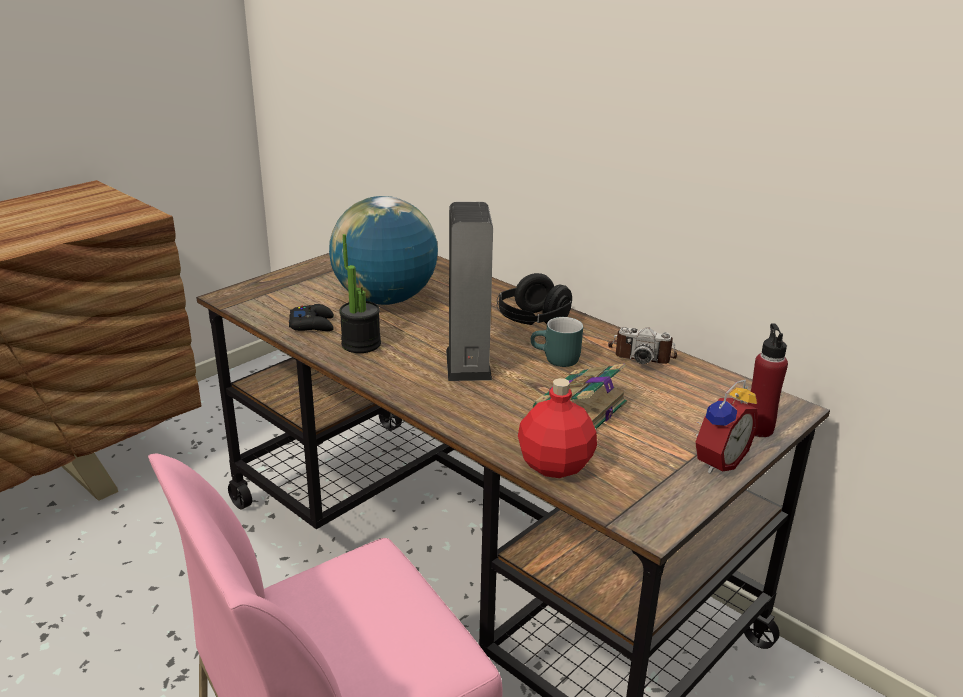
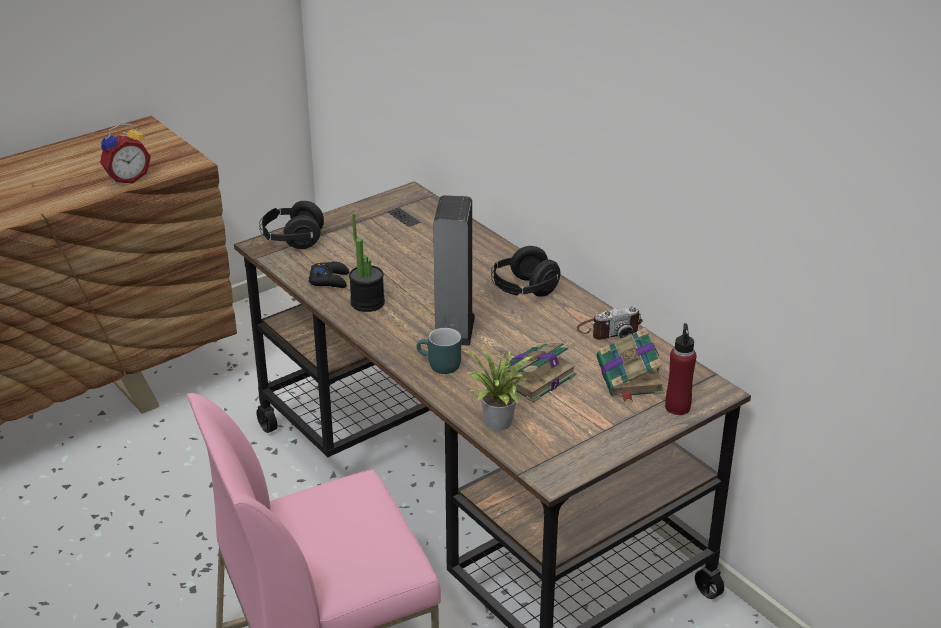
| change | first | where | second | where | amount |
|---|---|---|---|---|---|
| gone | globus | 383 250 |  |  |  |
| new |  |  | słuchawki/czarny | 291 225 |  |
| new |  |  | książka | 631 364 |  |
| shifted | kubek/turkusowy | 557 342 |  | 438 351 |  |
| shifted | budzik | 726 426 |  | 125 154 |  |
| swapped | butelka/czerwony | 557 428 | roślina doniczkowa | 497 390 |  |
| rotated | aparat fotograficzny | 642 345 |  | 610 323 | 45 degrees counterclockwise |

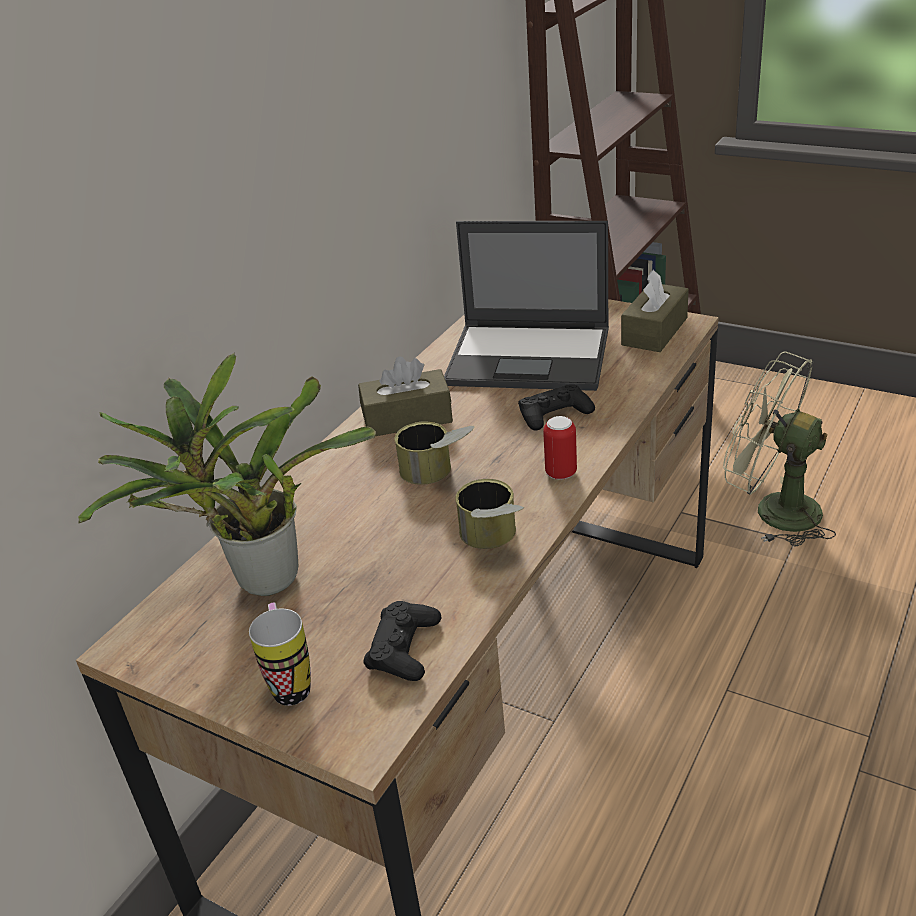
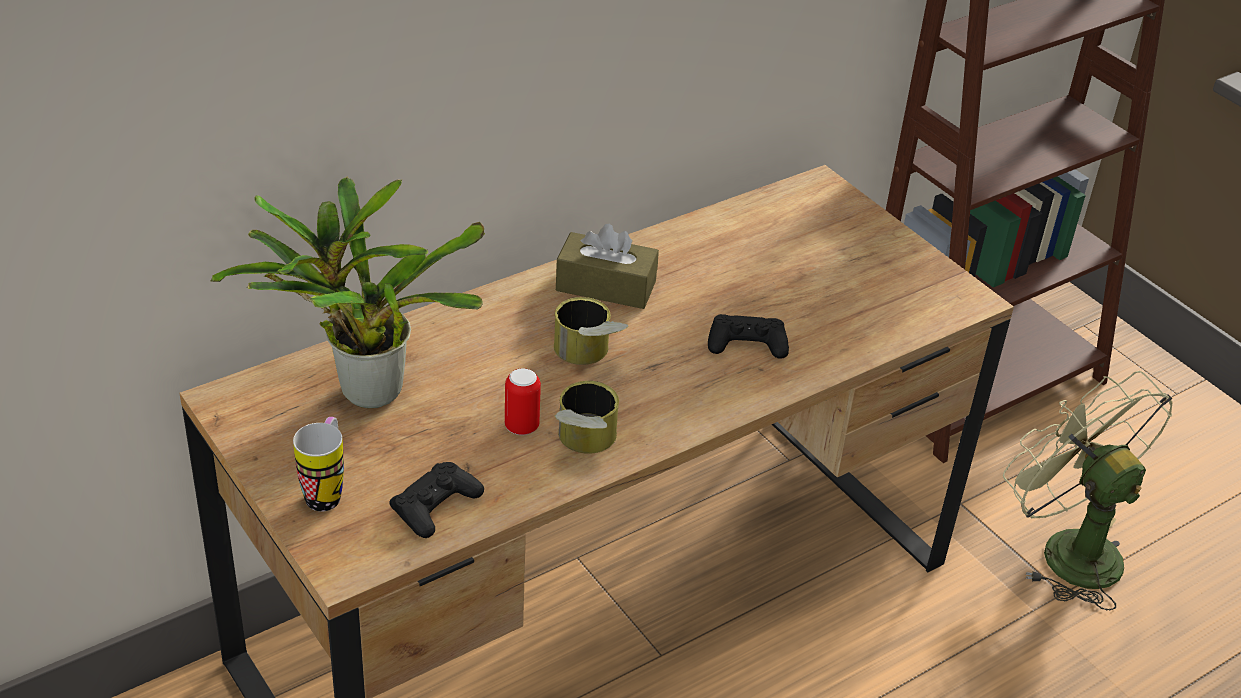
| change | first | where | second | where | amount |
|---|---|---|---|---|---|
| gone | laptop | 526 306 |  |  |  |
| gone | pudełko chusteczek/brązowy | 655 310 |  |  |  |
| shifted | puszka | 560 448 |  | 523 401 |  |

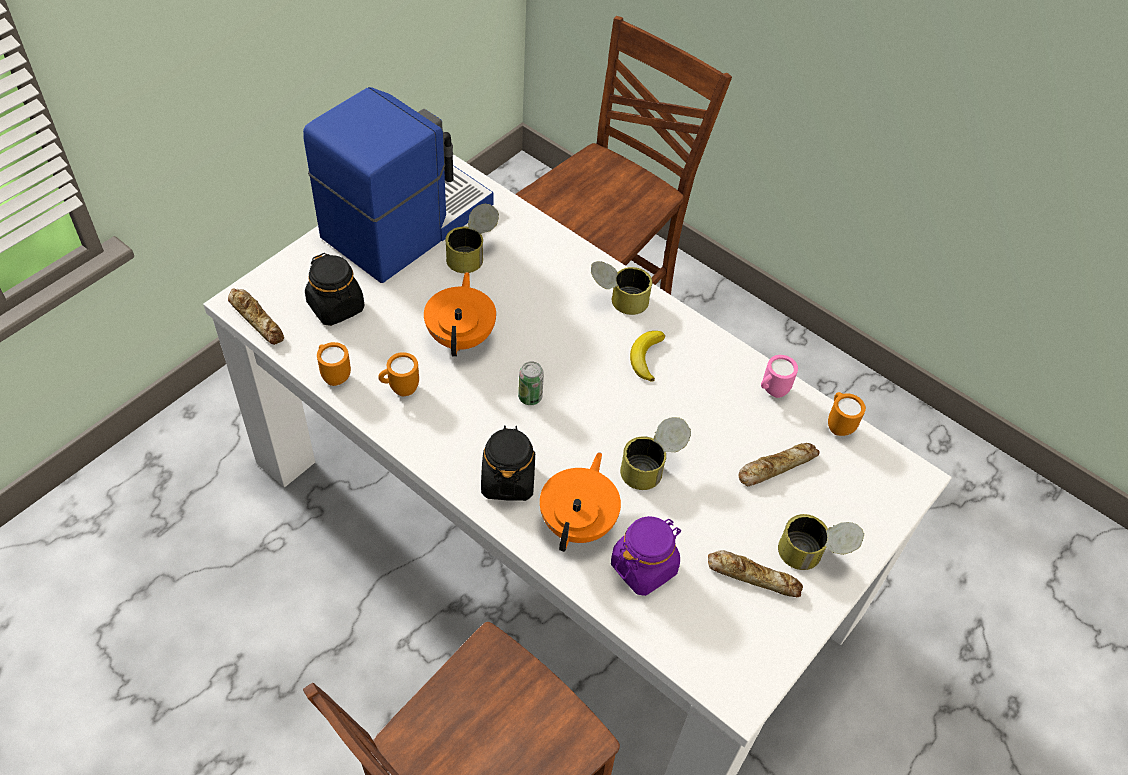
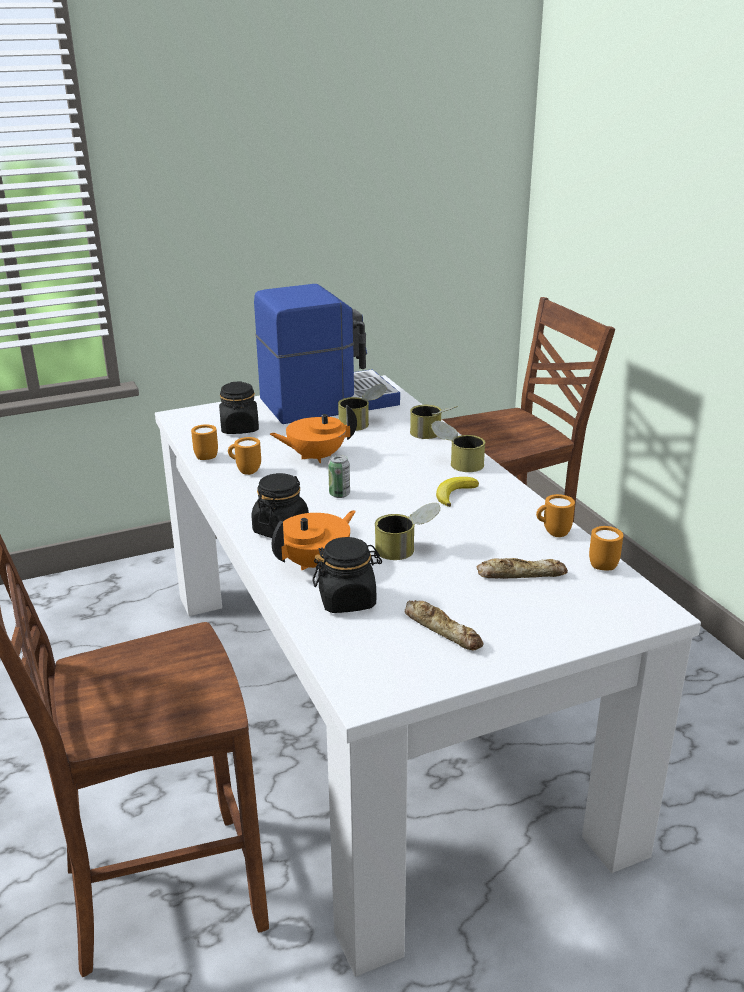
| change | first | where | second | where | amount |
|---|---|---|---|---|---|
| gone | chleb | 256 316 |  |  |  |
| shifted | puszka | 821 542 |  | 434 422 |  |
| repainted | słoik/fioletowy | 646 556 | słoik/czarny | 347 575 |  |
| repainted | kubek/różowy | 779 376 | kubek/pomarańczowy | 555 515 |  |
| rotated | imbryk/pomarańczowy | 460 314 |  | 313 434 | 135 degrees counterclockwise |

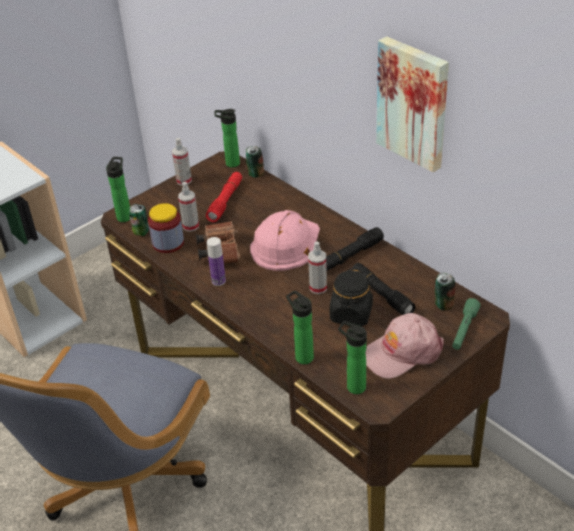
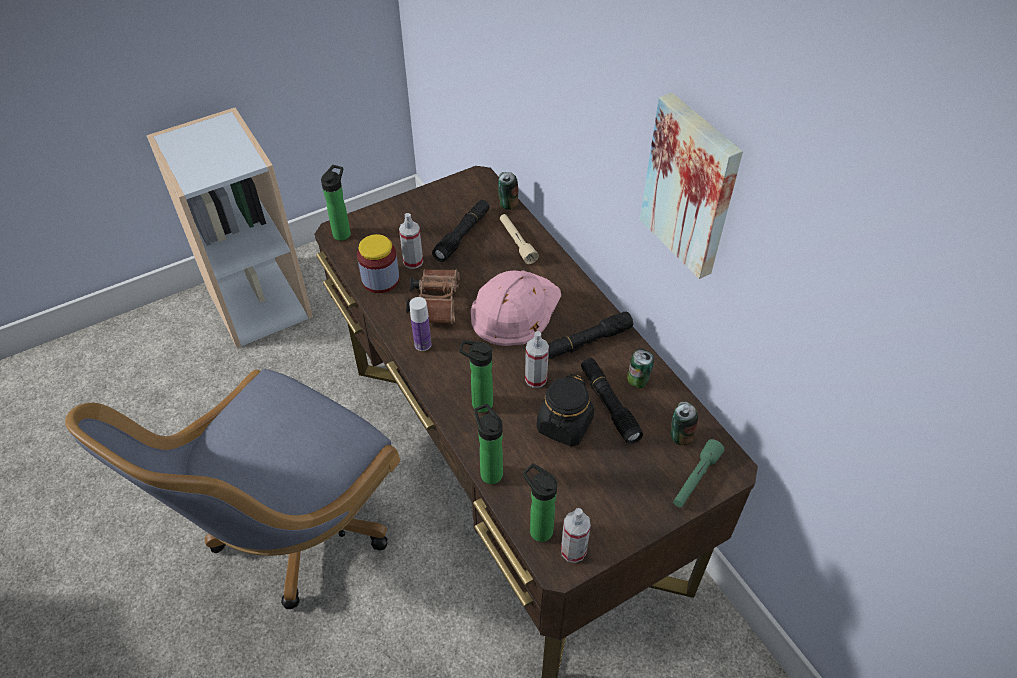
| change | first | where | second | where | amount |
|---|---|---|---|---|---|
| gone | czapka z daszkiem/różowy | 405 346 |  |  |  |
| new |  |  | latarka/beżowy | 519 239 |  |
| shifted | puszka | 139 220 |  | 640 368 |  |
| shifted | spryskiwacz | 182 161 |  | 576 535 |  |
| shifted | butelka | 227 138 |  | 476 376 |  |
| repainted | latarka/czerwony | 224 197 | latarka/czarny | 461 231 |  |

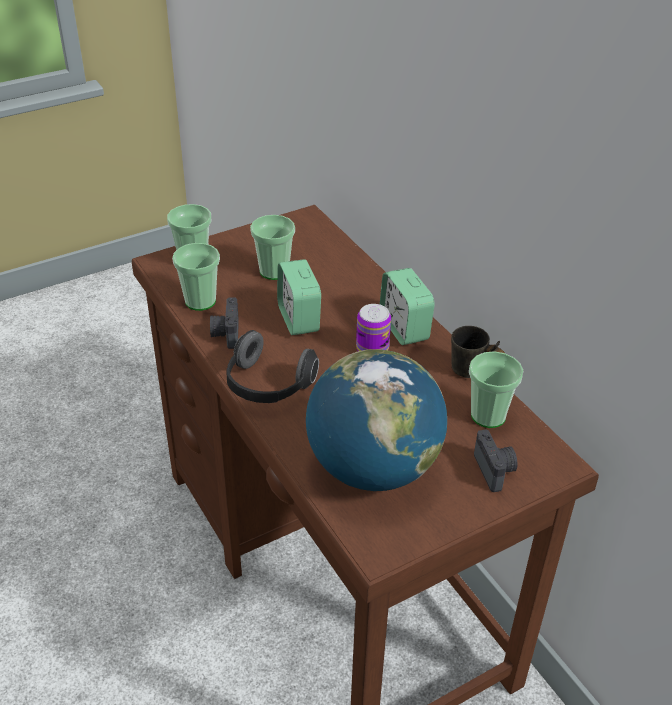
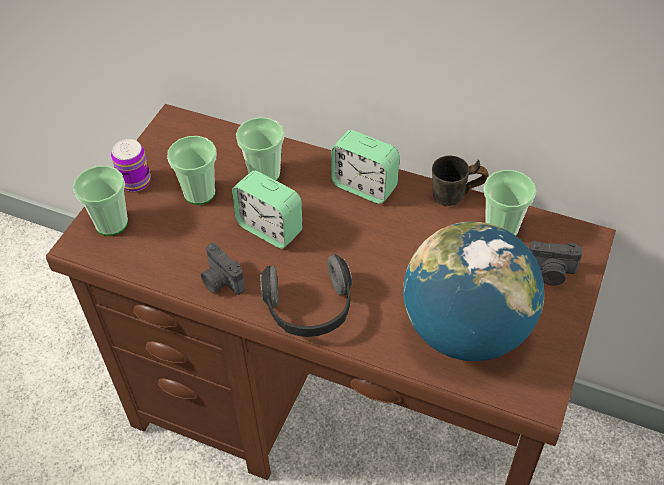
| change | first | where | second | where | amount |
|---|---|---|---|---|---|
| shifted | filiżanka | 196 277 |  | 260 149 |  |
| shifted | puszka | 373 327 |  | 131 165 |  |
| rotated | aparat fotograficzny | 496 460 |  | 555 263 | 150 degrees clockwise |

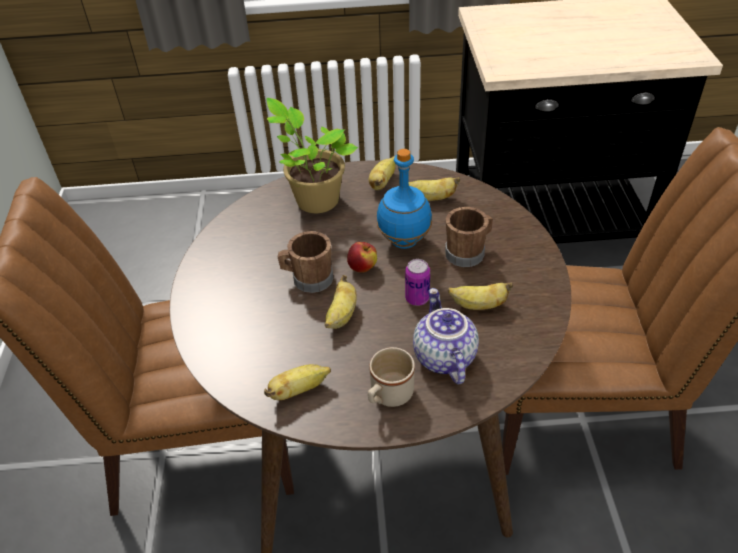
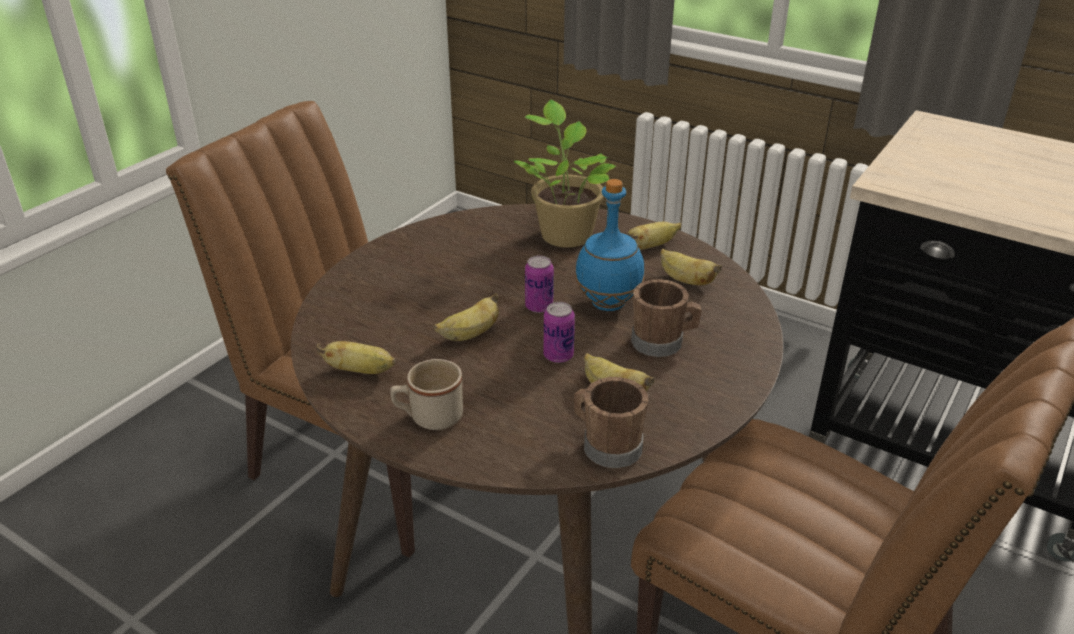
| change | first | where | second | where | amount |
|---|---|---|---|---|---|
| gone | imbryk | 446 336 |  |  |  |
| shifted | kubek/brązowy | 305 262 |  | 611 422 |  |
| swapped | jabłko | 362 257 | puszka | 539 284 |  |

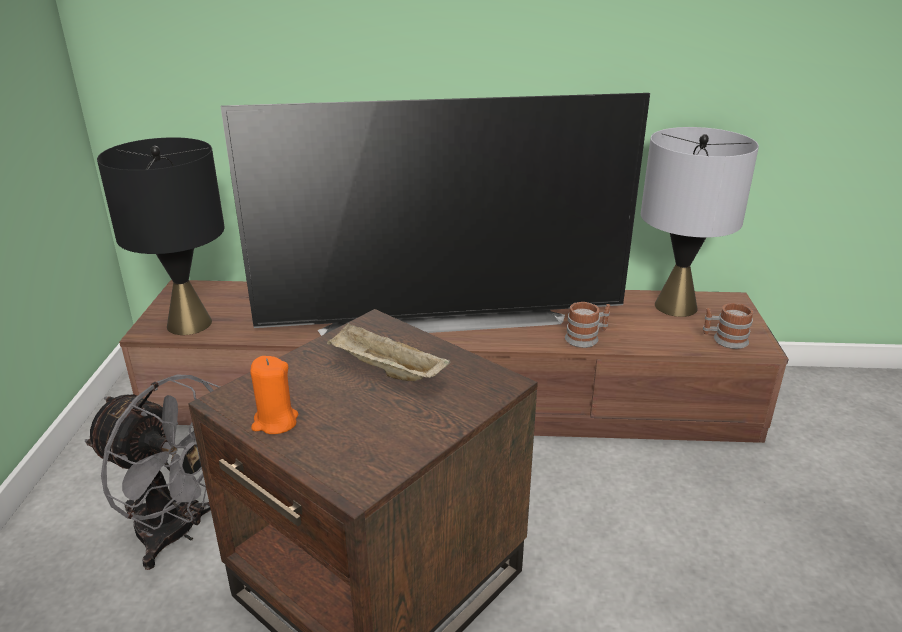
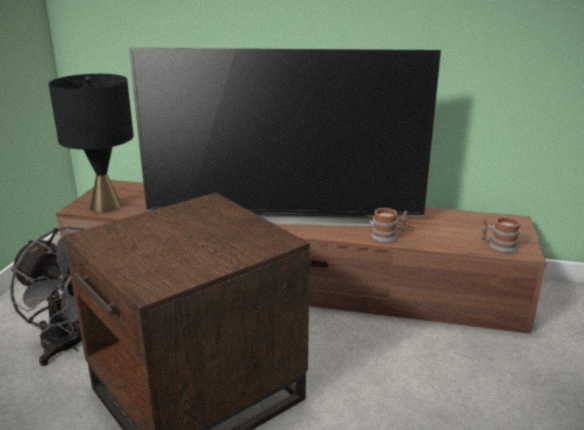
| change | first | where | second | where | amount |
|---|---|---|---|---|---|
| gone | świeca/pomarańczowy | 274 395 |  |  |  |
| gone | taca/beżowy | 388 351 |  |  |  |
| gone | lampa stołowa/szary | 700 222 |  |  |  |

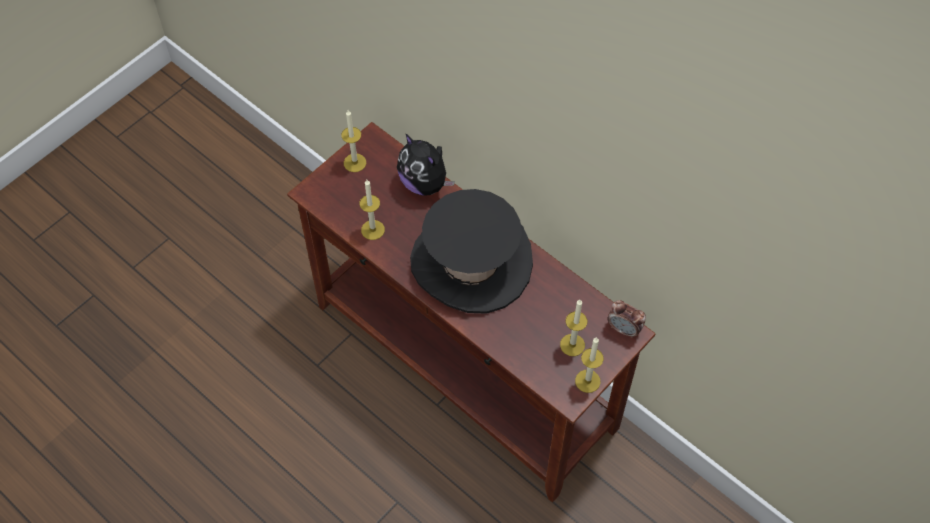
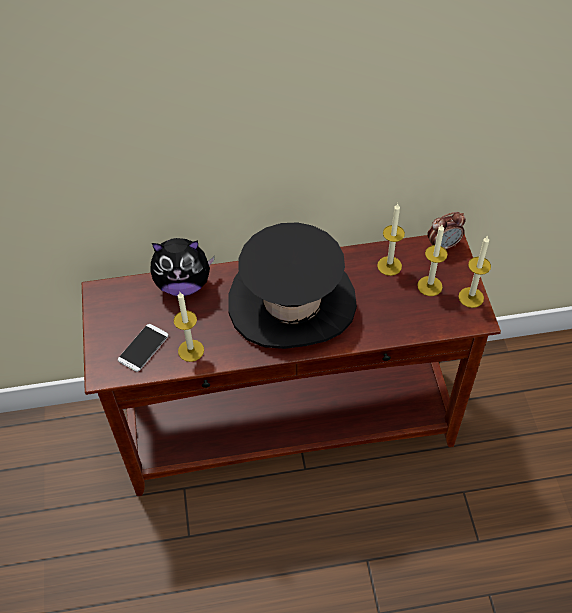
| change | first | where | second | where | amount |
|---|---|---|---|---|---|
| new |  |  | telefon | 143 348 |  |
| shifted | świeca | 353 141 |  | 391 240 |  |

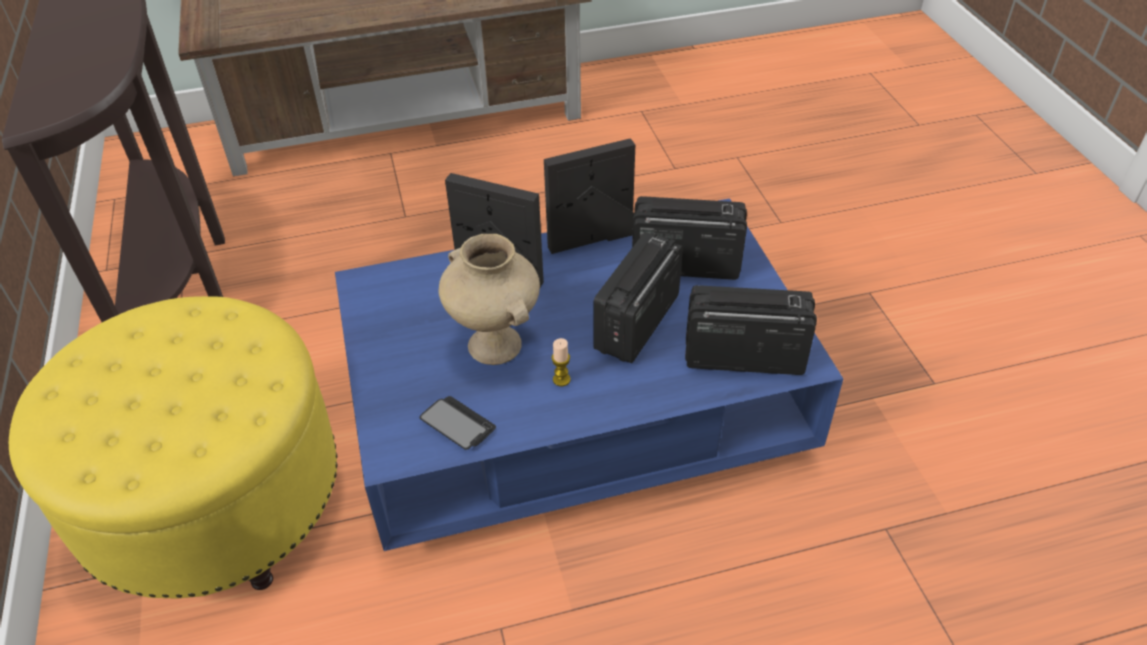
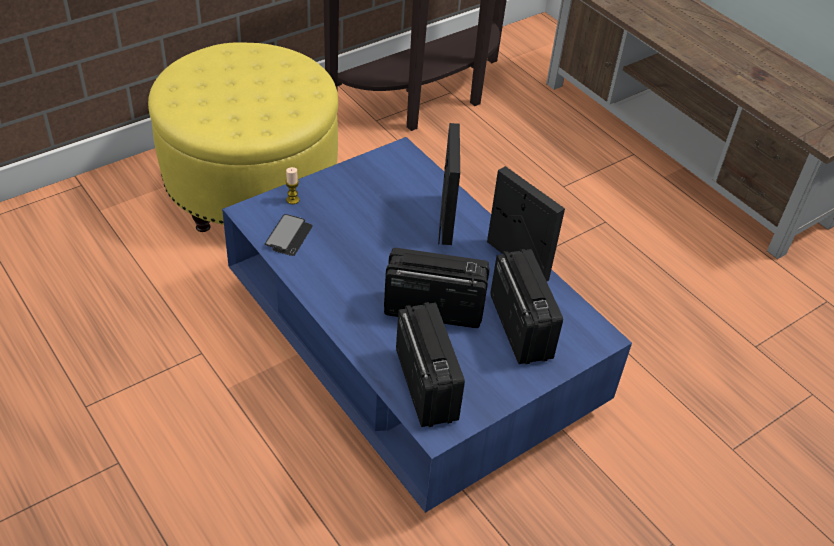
| change | first | where | second | where | amount |
|---|---|---|---|---|---|
| gone | wazon/beżowy | 489 299 |  |  |  |
| shifted | świeca | 561 362 |  | 292 185 |  |

